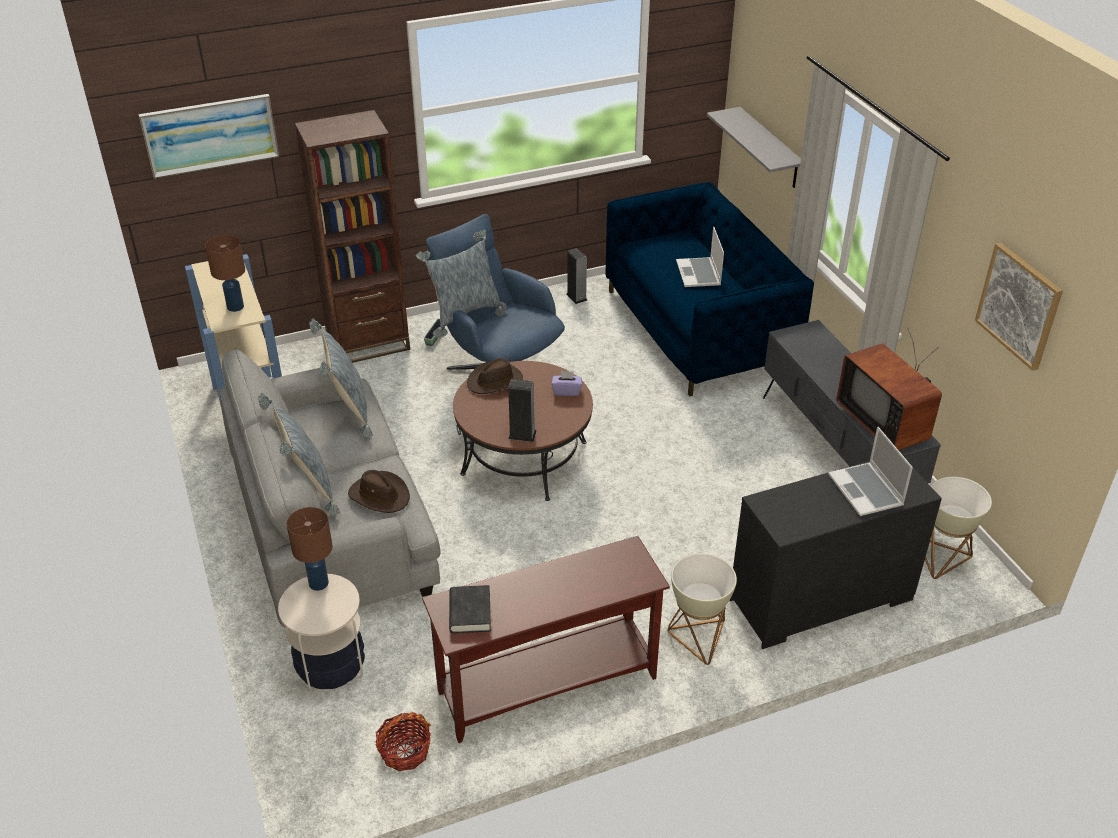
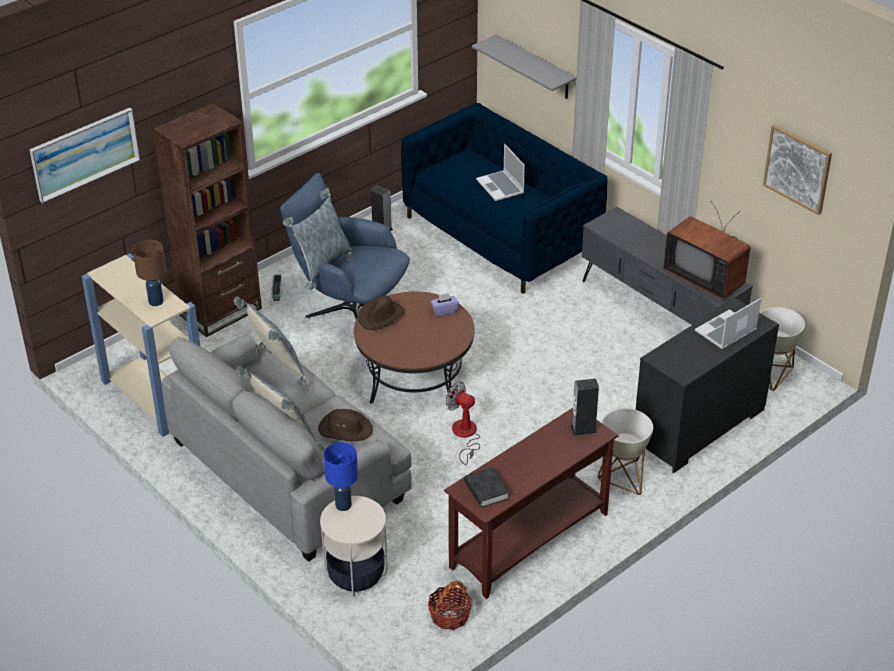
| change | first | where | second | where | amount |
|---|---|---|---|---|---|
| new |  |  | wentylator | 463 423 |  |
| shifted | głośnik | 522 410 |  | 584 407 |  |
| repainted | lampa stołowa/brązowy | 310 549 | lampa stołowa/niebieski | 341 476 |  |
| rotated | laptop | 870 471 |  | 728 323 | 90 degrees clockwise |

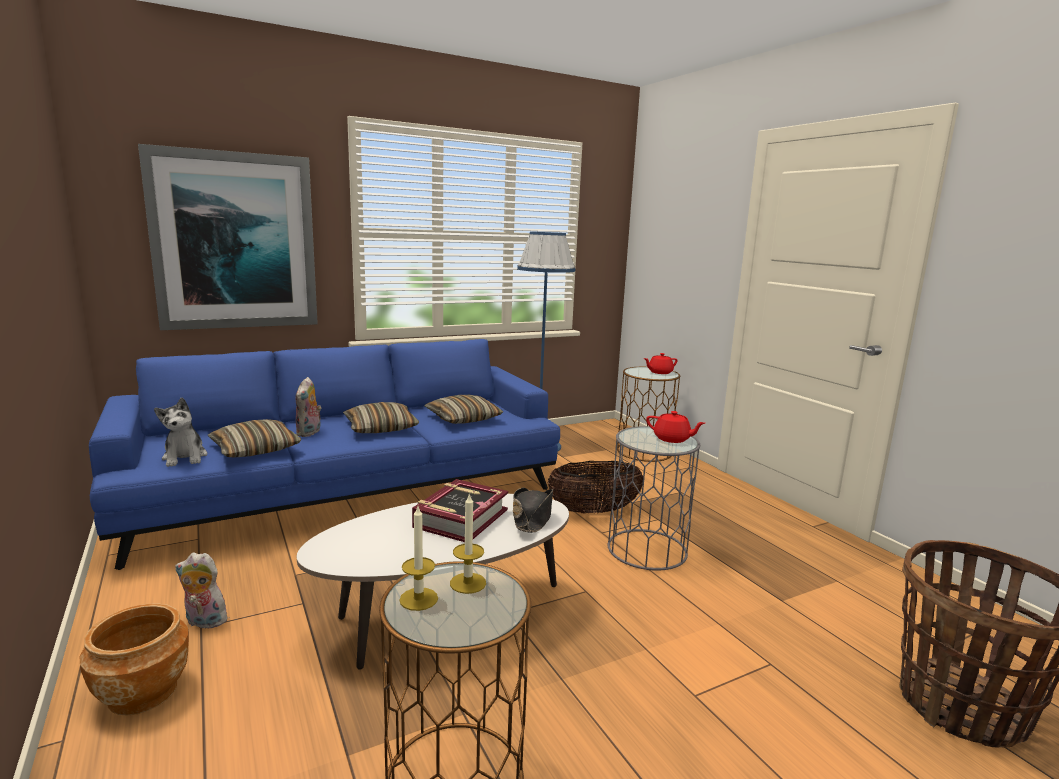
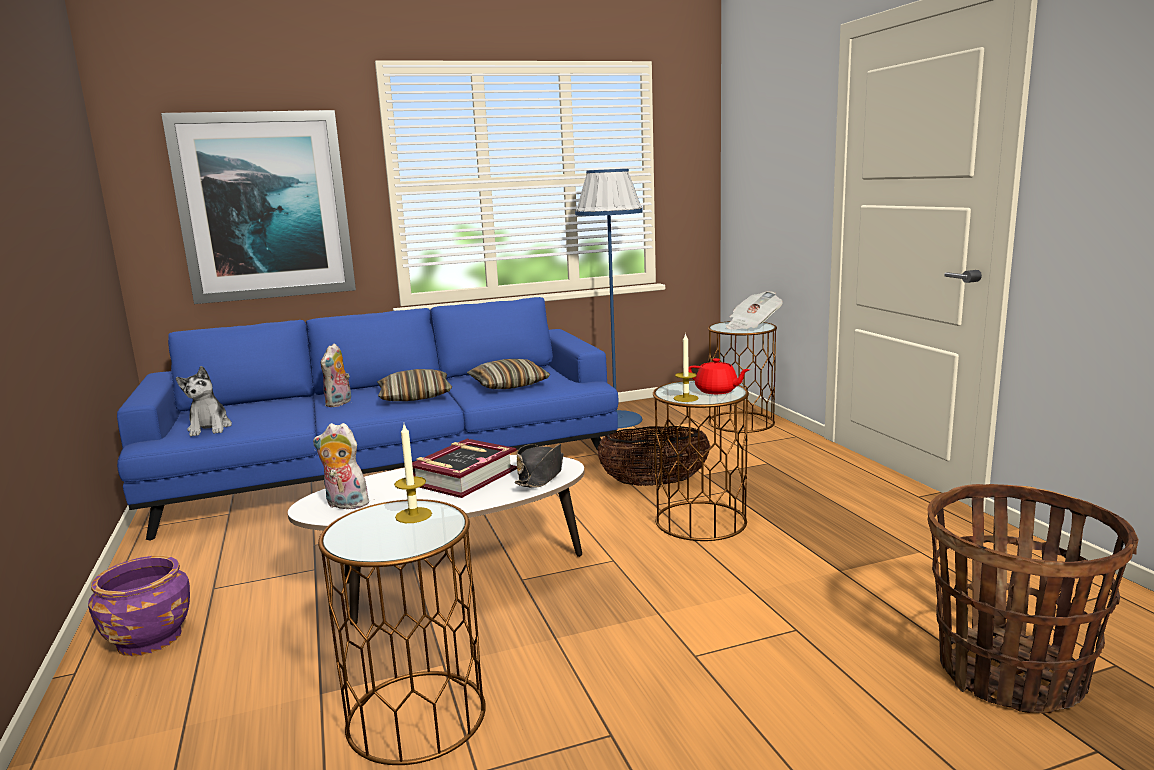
| change | first | where | second | where | amount |
|---|---|---|---|---|---|
| gone | poduszka | 254 438 |  |  |  |
| shifted | pluszak | 203 590 |  | 341 466 |  |
| shifted | świeca | 418 558 |  | 686 367 |  |
| swapped | imbryk/czerwony | 661 363 | gazeta | 754 310 |  |
| repainted | donica/brązowy | 134 659 | donica/fioletowy | 139 606 |  |
| repainted | stolik/szary | 654 498 | stolik/brązowy | 701 460 |  |

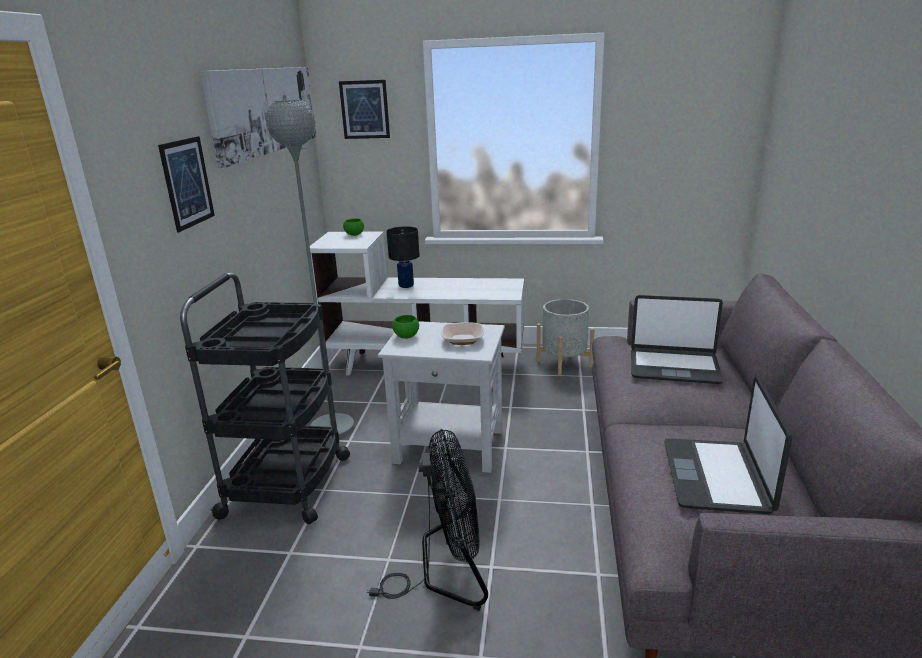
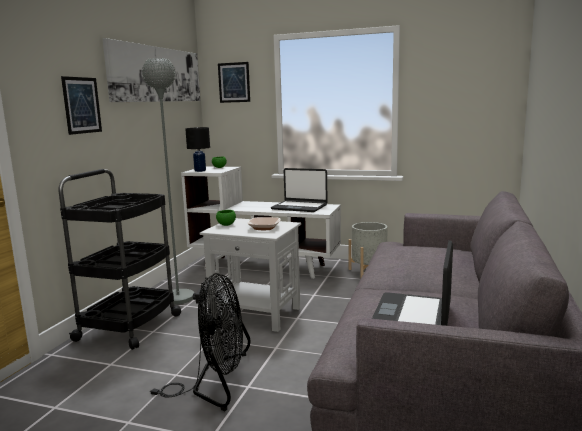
| change | first | where | second | where | amount |
|---|---|---|---|---|---|
| shifted | lampa stołowa/czarny | 403 257 |  | 197 149 |  |
| shifted | laptop | 677 339 |  | 299 190 |  |

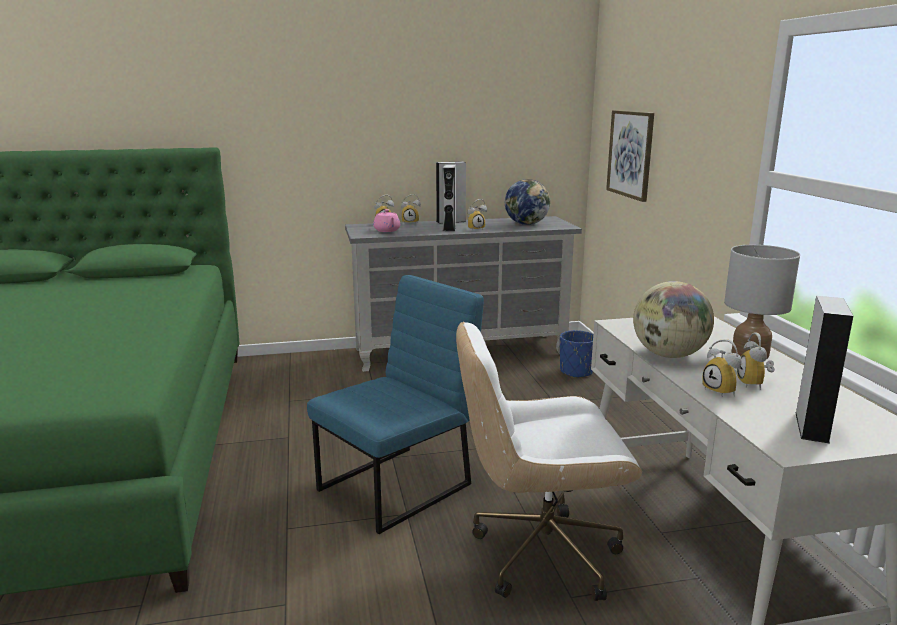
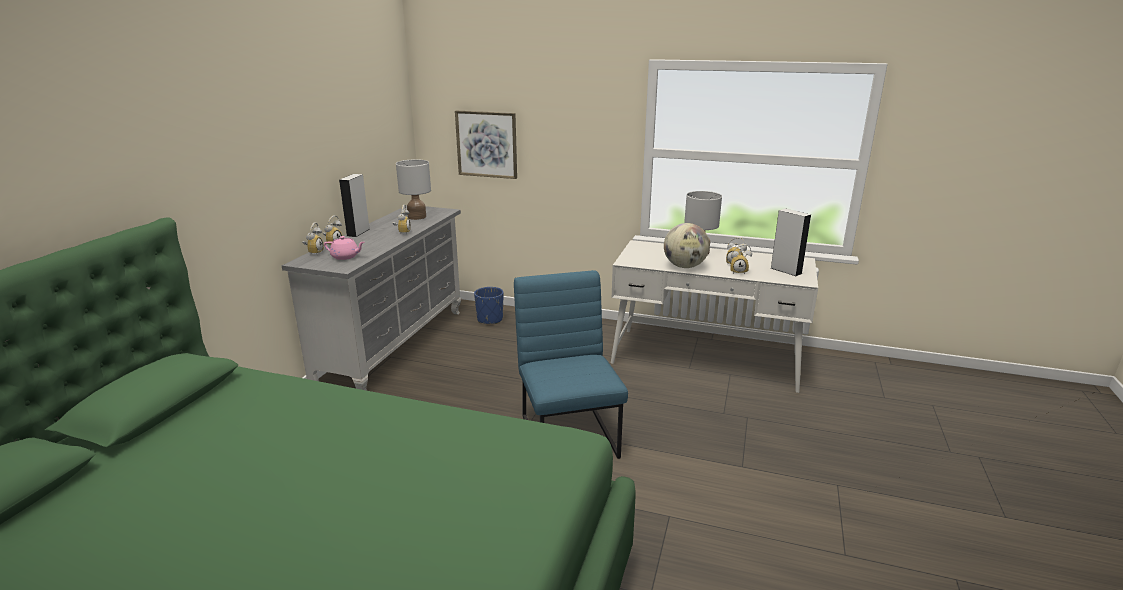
| change | first | where | second | where | amount |
|---|---|---|---|---|---|
| gone | głośnik/szary | 449 198 |  |  |  |
| gone | krzesło biurowe/biały | 549 461 |  |  |  |
| swapped | globus | 527 202 | lampa stołowa/szary | 413 189 |  |

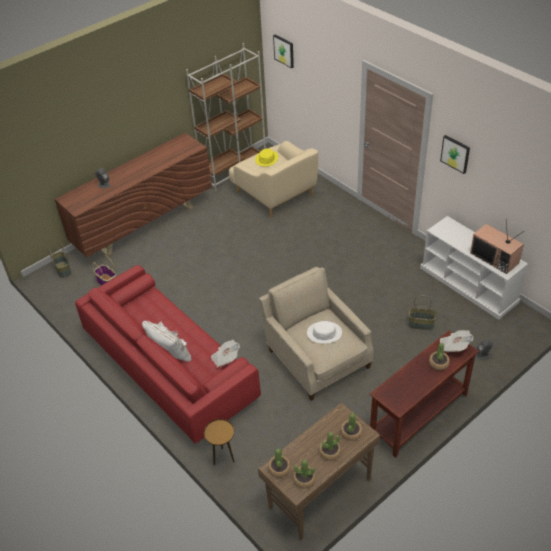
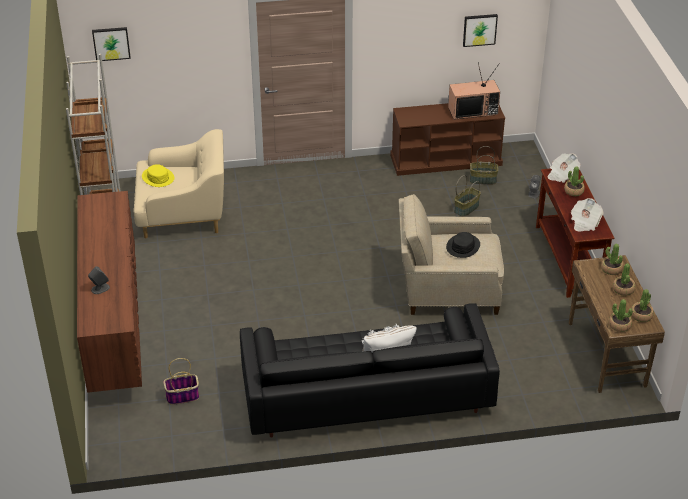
| change | first | where | second | where | amount |
|---|---|---|---|---|---|
| gone | stolik/brązowy | 219 442 |  |  |  |
| shifted | koszyk | 59 261 |  | 484 165 |  |
| shifted | gazeta | 225 353 |  | 587 214 |  |
| shifted | obraz | 455 154 |  | 480 30 |  |
| repainted | kanapa/czerwony | 168 354 | kanapa/czarny | 370 370 |  |
| repainted | kapelusz/biały | 324 332 | kapelusz/czarny | 463 245 |  |
| repainted | szafka pod telewizor/biały | 474 268 | szafka pod telewizor/brązowy | 447 139 |  |

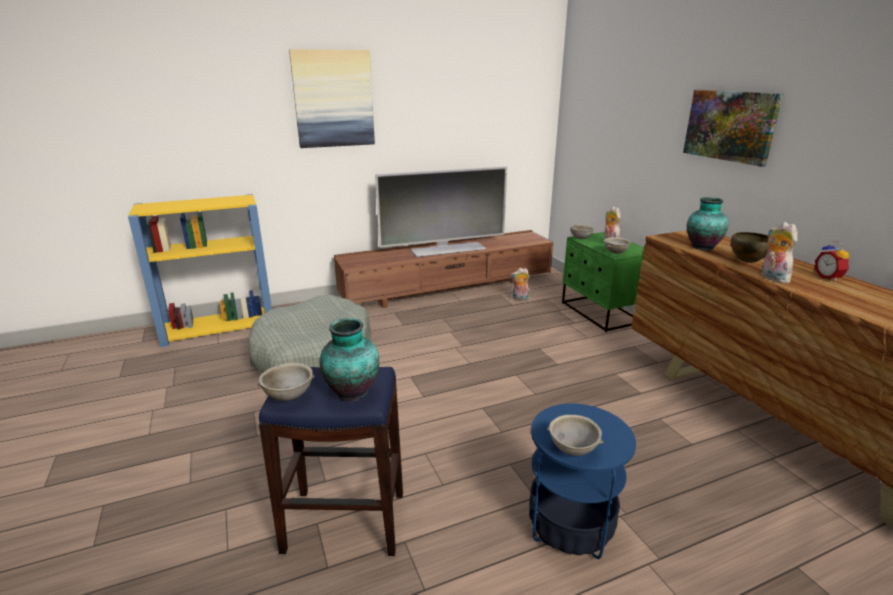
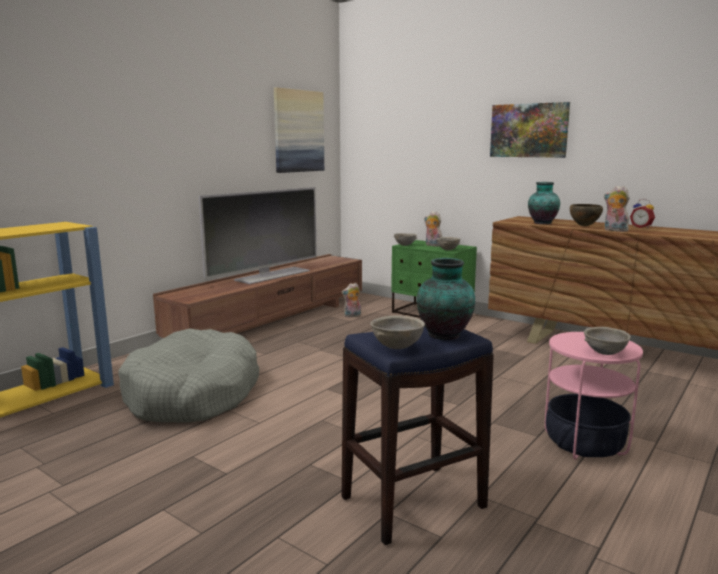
| change | first | where | second | where | amount |
|---|---|---|---|---|---|
| shifted | obraz | 332 98 |  | 299 130 |  |
| repainted | stolik/niebieski | 582 481 | stolik/różowy | 594 396 |  |

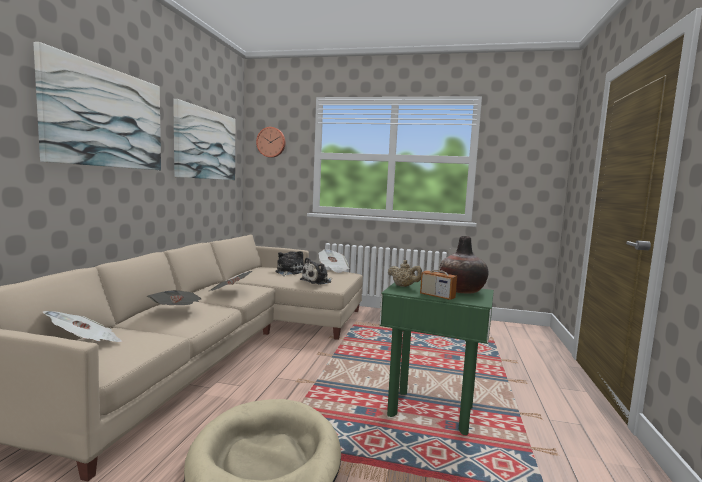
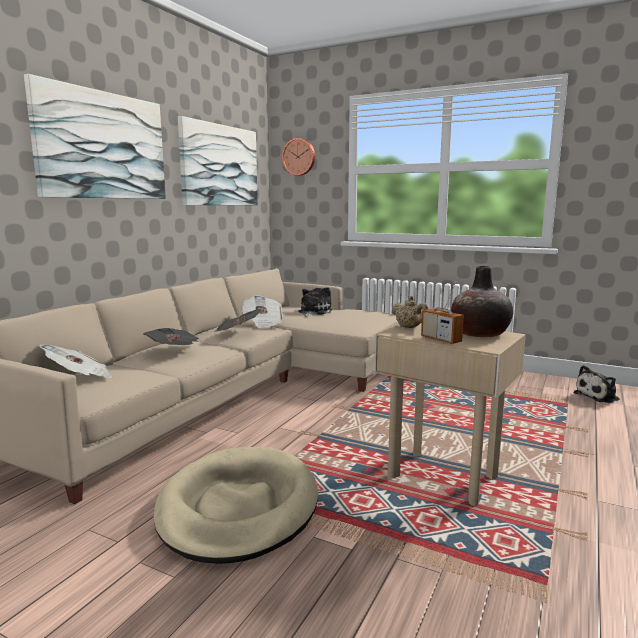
| change | first | where | second | where | amount |
|---|---|---|---|---|---|
| shifted | pluszak | 316 271 |  | 597 384 |  |
| shifted | gazeta | 334 261 |  | 262 312 |  |
| repainted | stolik/zielony | 437 358 | stolik/beżowy | 450 414 |  |

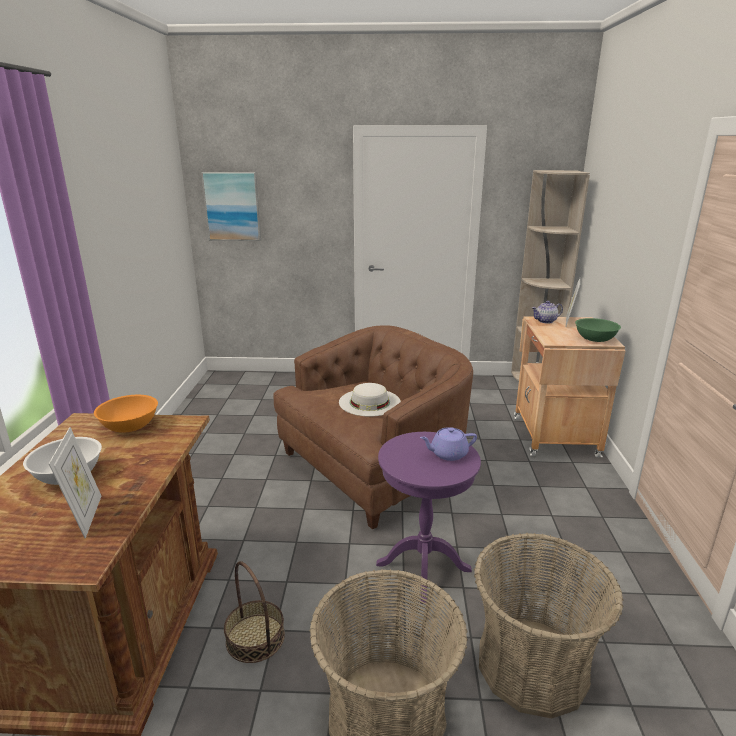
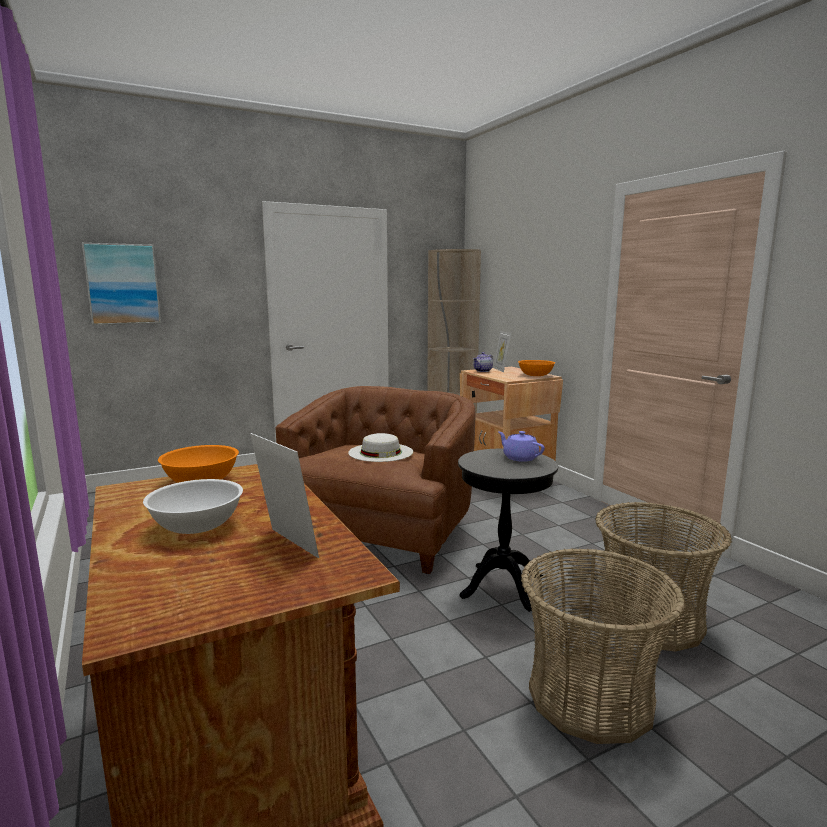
| change | first | where | second | where | amount |
|---|---|---|---|---|---|
| gone | koszyk | 254 612 |  |  |  |
| repainted | stolik/fioletowy | 428 518 | stolik/czarny | 508 530 |  |
| repainted | miska/zielony | 598 330 | miska/pomarańczowy | 536 368 |  |
| rotated | imbryk/fioletowy | 448 444 |  | 521 446 | 90 degrees clockwise |

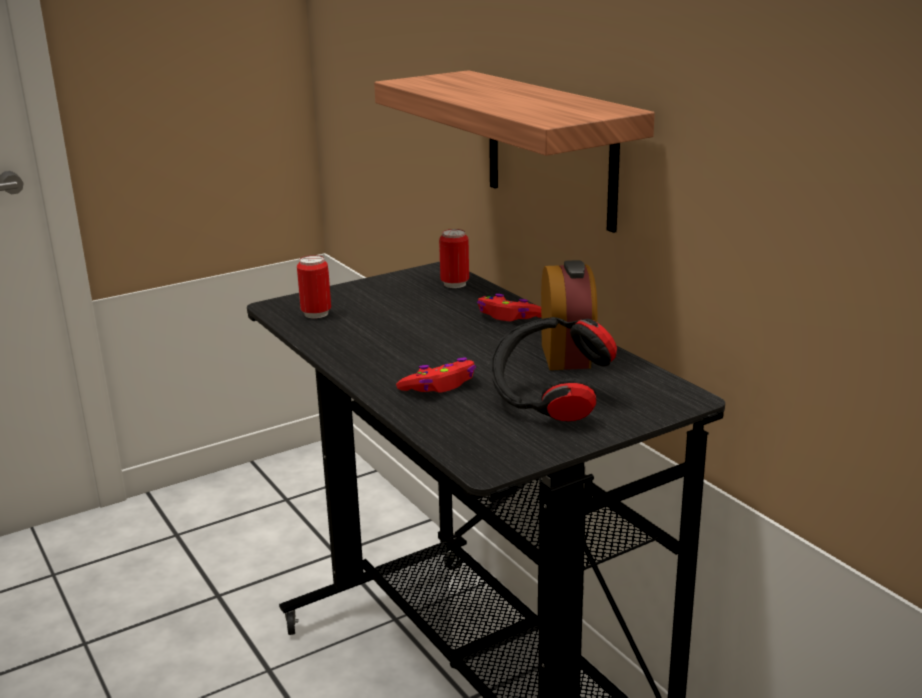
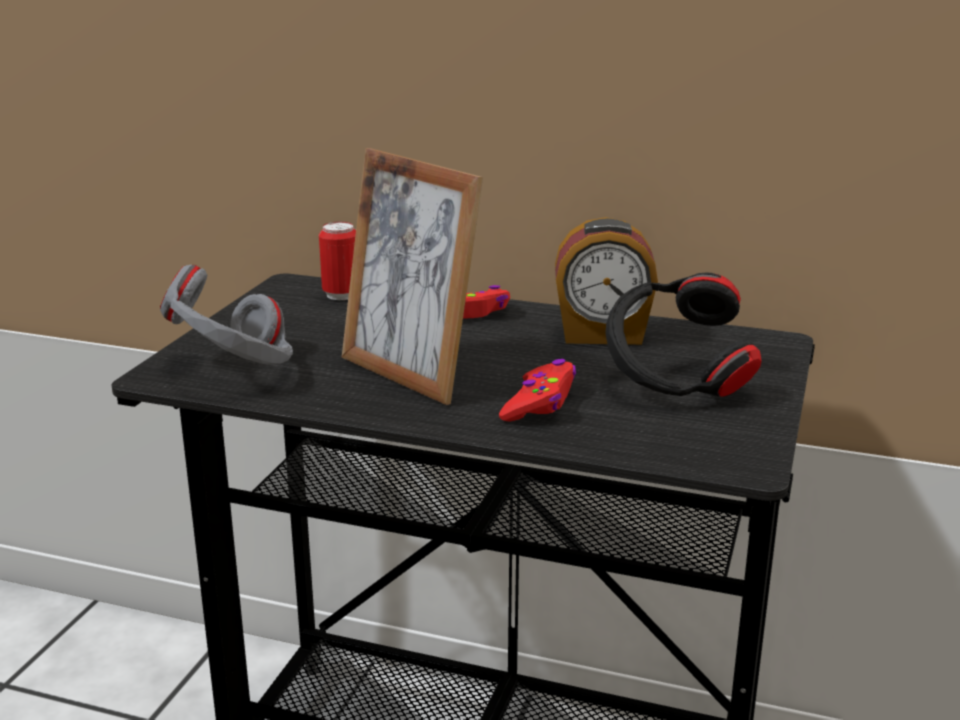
| change | first | where | second | where | amount |
|---|---|---|---|---|---|
| gone | półka | 514 151 |  |  |  |
| new |  |  | ramka na zdjęcie | 412 276 |  |
| swapped | puszka | 314 287 | słuchawki/szary | 226 314 |  |
| rotated | budzik | 569 315 |  | 606 281 | 135 degrees clockwise |

